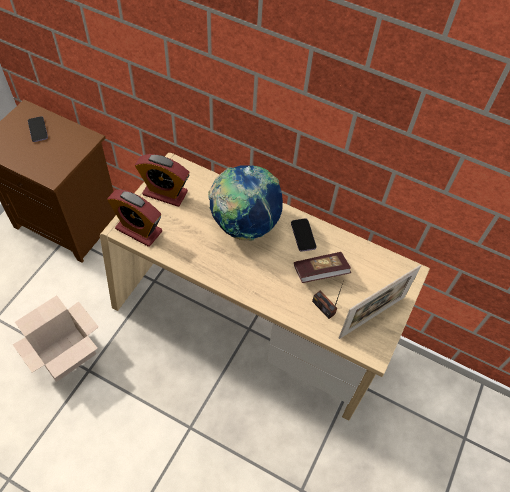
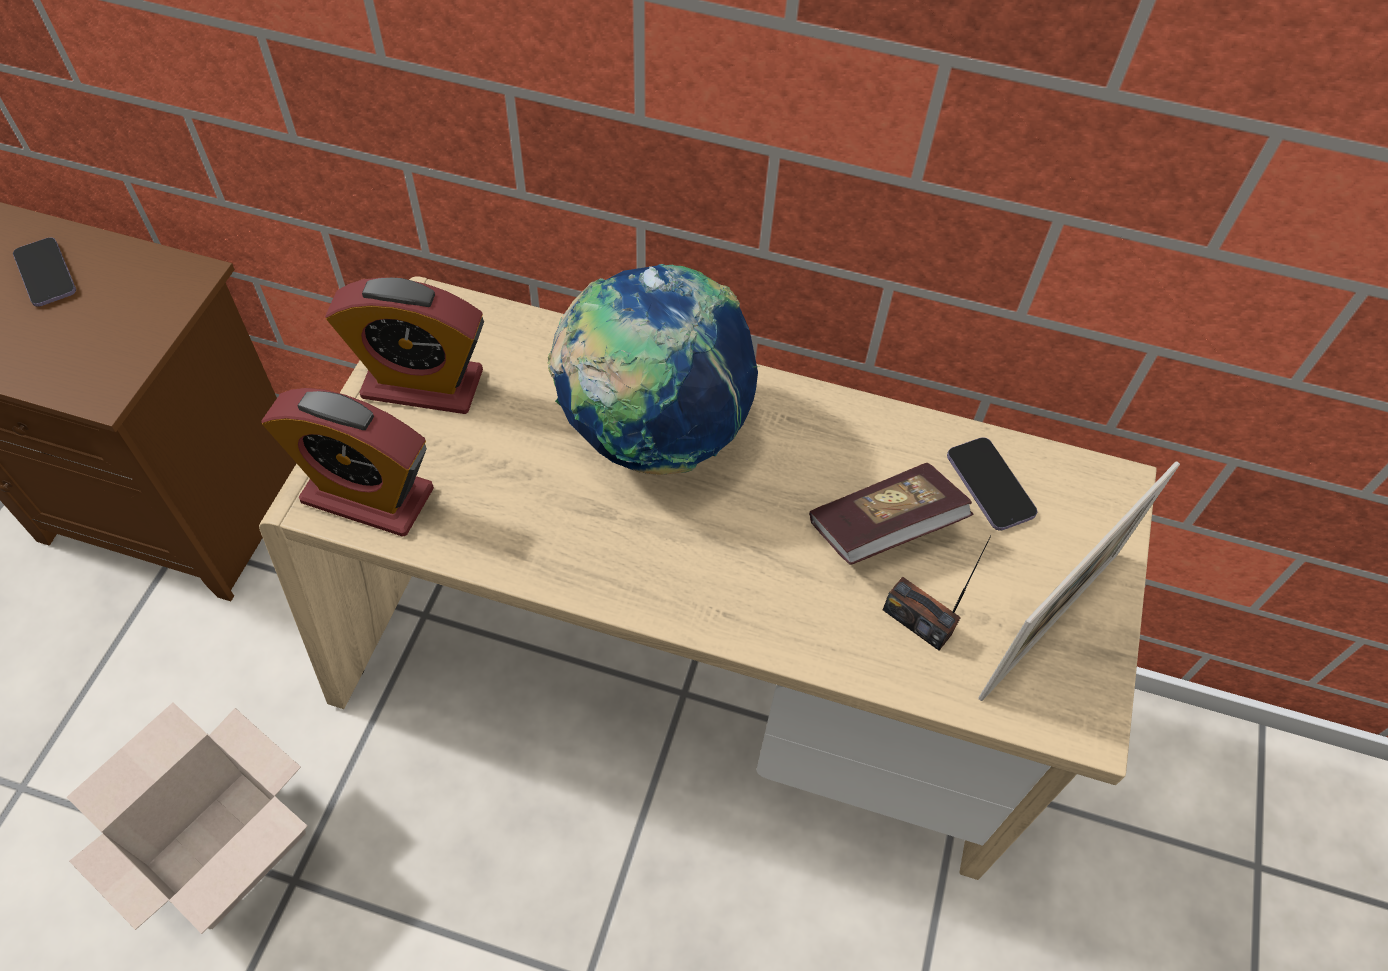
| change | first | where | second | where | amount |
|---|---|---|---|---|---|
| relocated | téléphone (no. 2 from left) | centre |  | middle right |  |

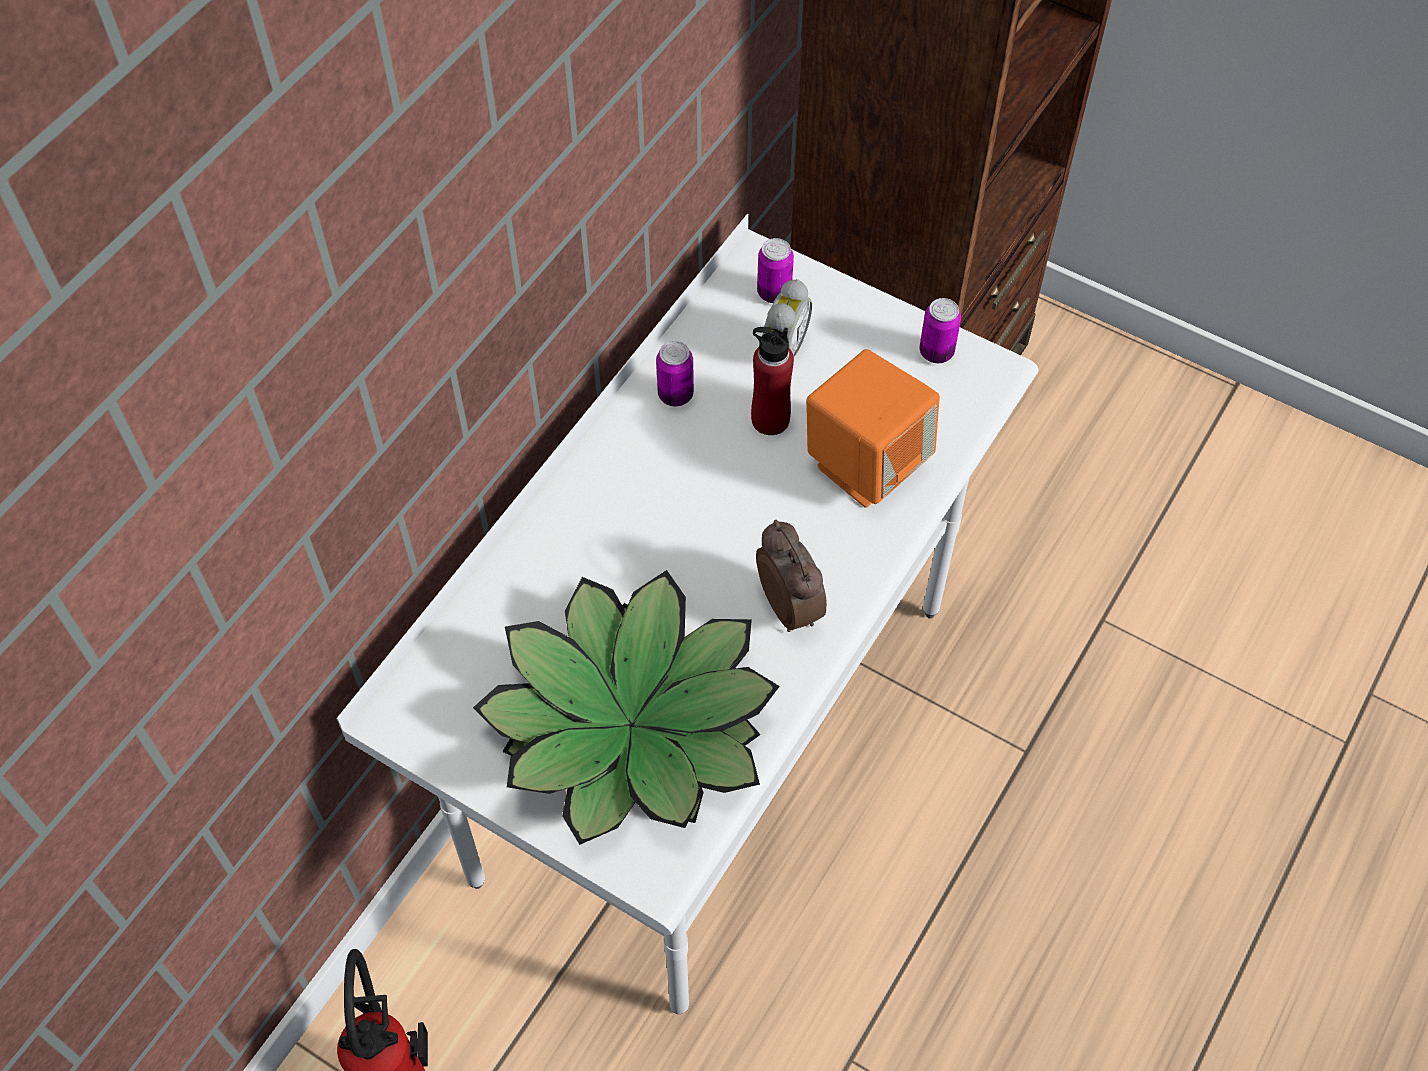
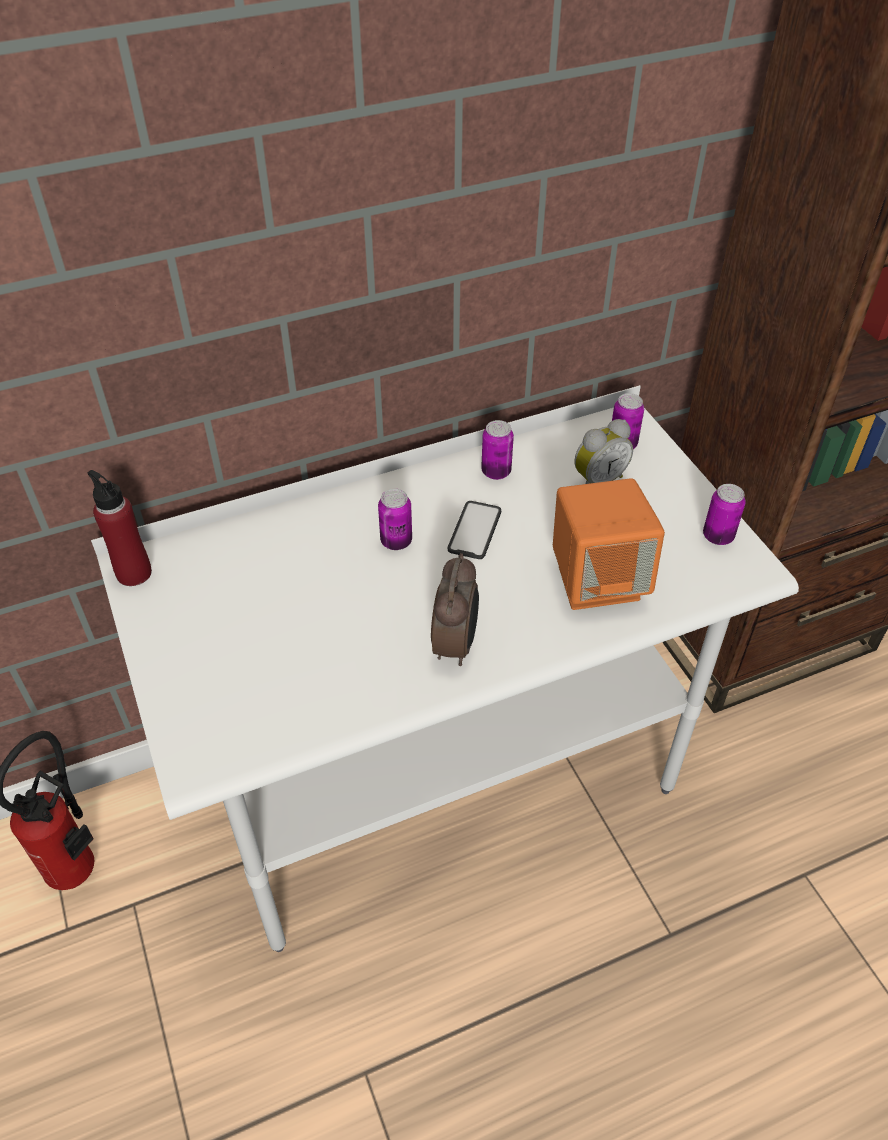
| change | first | where | second | where | amount |
|---|---|---|---|---|---|
| missing | plante en pot | centre |  |  |  |
| appeared |  |  | boîte métallique (no. 1 from left) | centre |  |
| appeared |  |  | téléphone | centre |  |
| relocated | bouteille (rouge) | centre |  | middle left |  |

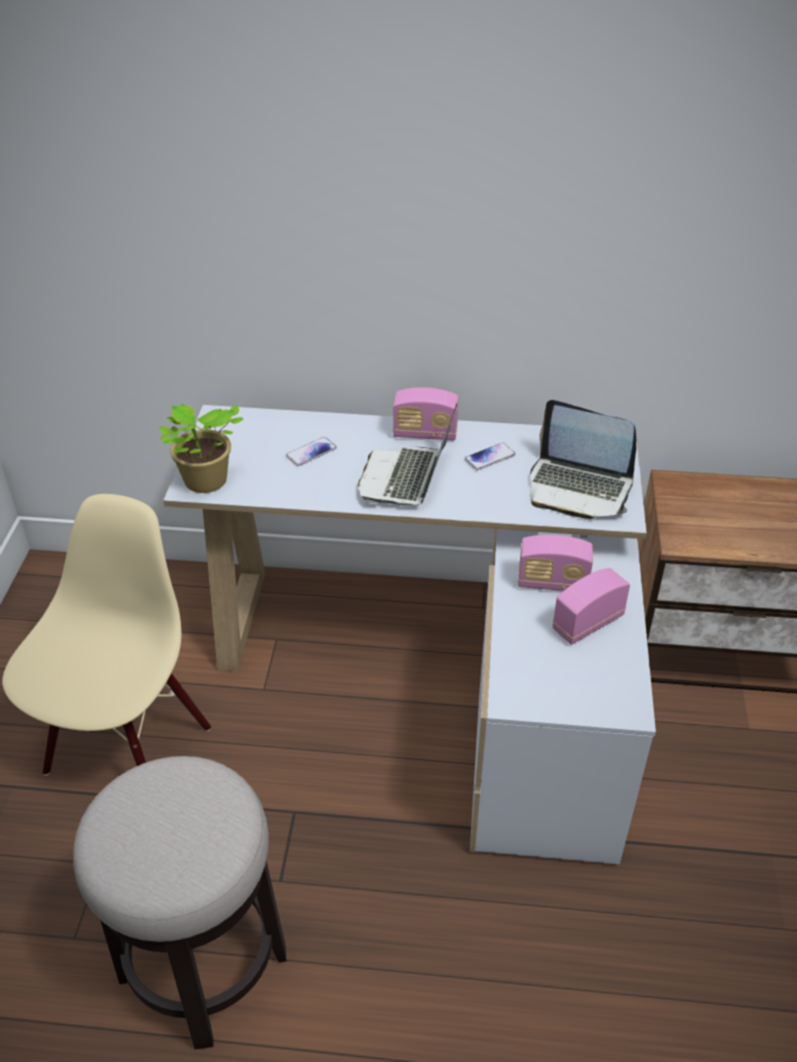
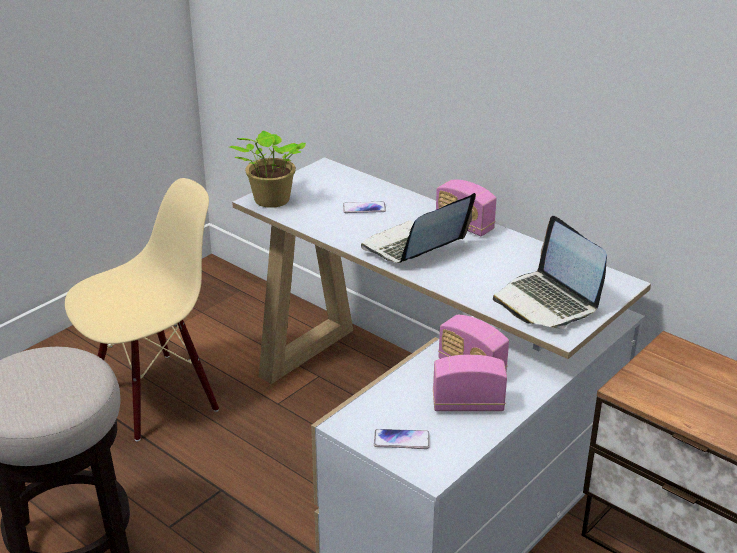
| change | first | where | second | where | amount |
|---|---|---|---|---|---|
| relocated | téléphone (no. 2 from left) | centre |  | bottom centre |  |

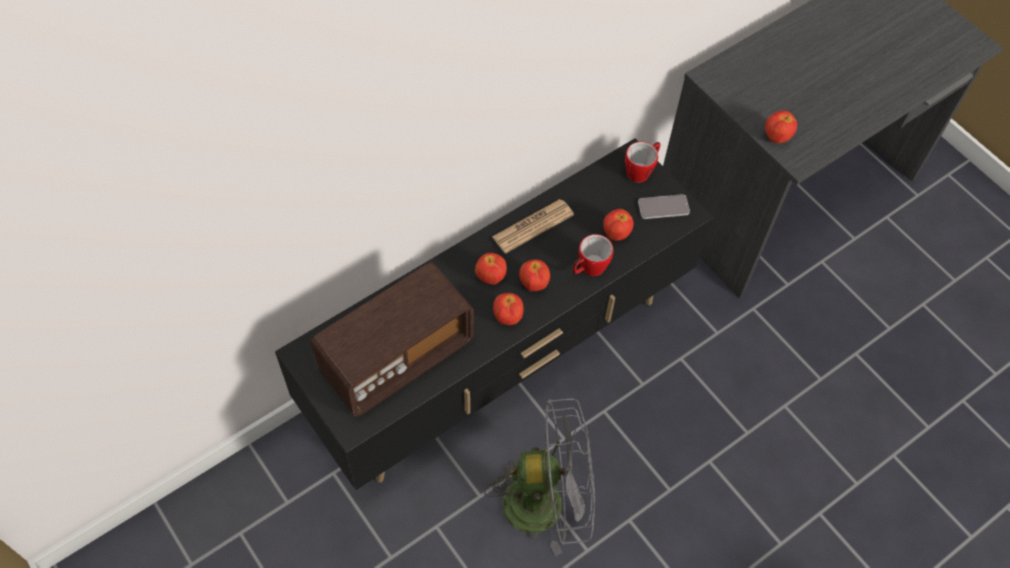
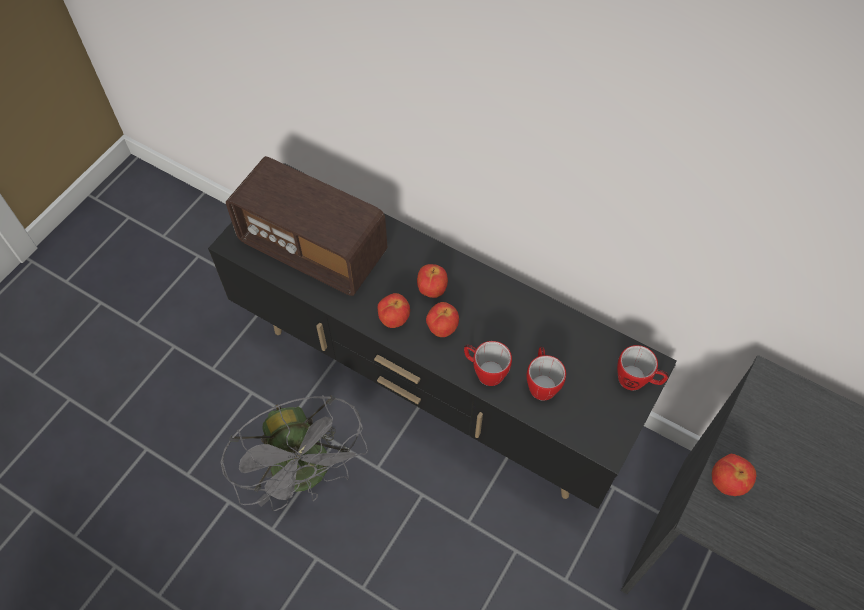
| change | first | where | second | where | amount |
|---|---|---|---|---|---|
| missing | journal | centre |  |  |  |
| missing | téléphone | centre |  |  |  |
| exchanged | pomme (no. 4 from left) | centre | mug (no. 2 from left) | centre |  |

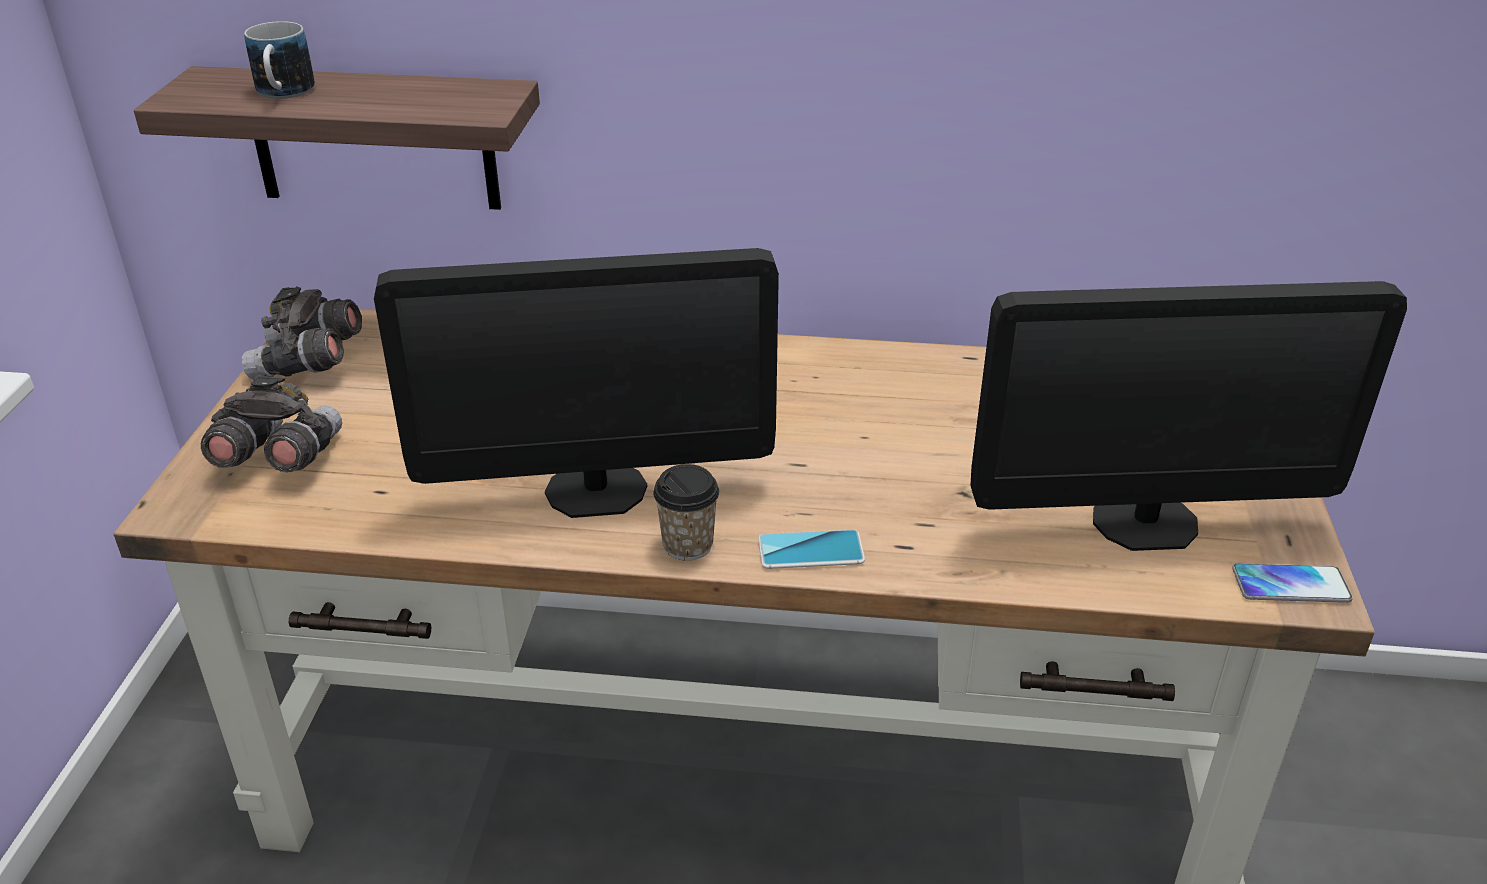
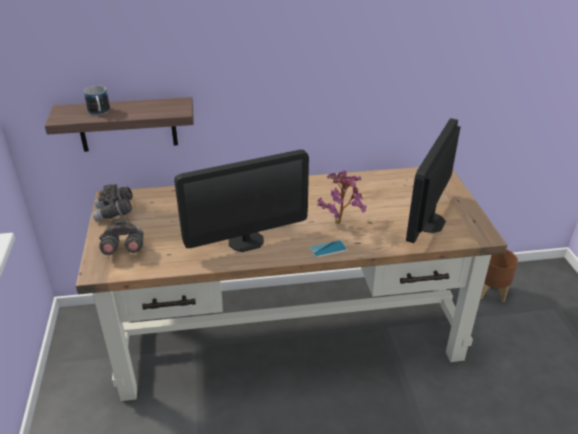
| change | first | where | second | where | amount |
|---|---|---|---|---|---|
| missing | tasse | centre |  |  |  |
| missing | téléphone (no. 2 from left) | middle right |  |  |  |
| appeared |  |  | plante en pot | centre |  |
| appeared |  |  | cache-pot (marron) | middle right |  |
| spun | écran d'ordinateur (no. 2 from left) | middle right |  | middle right | 135 degrees clockwise |

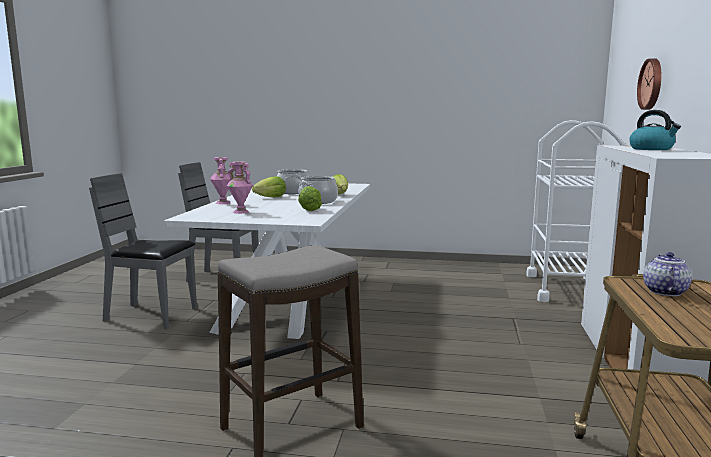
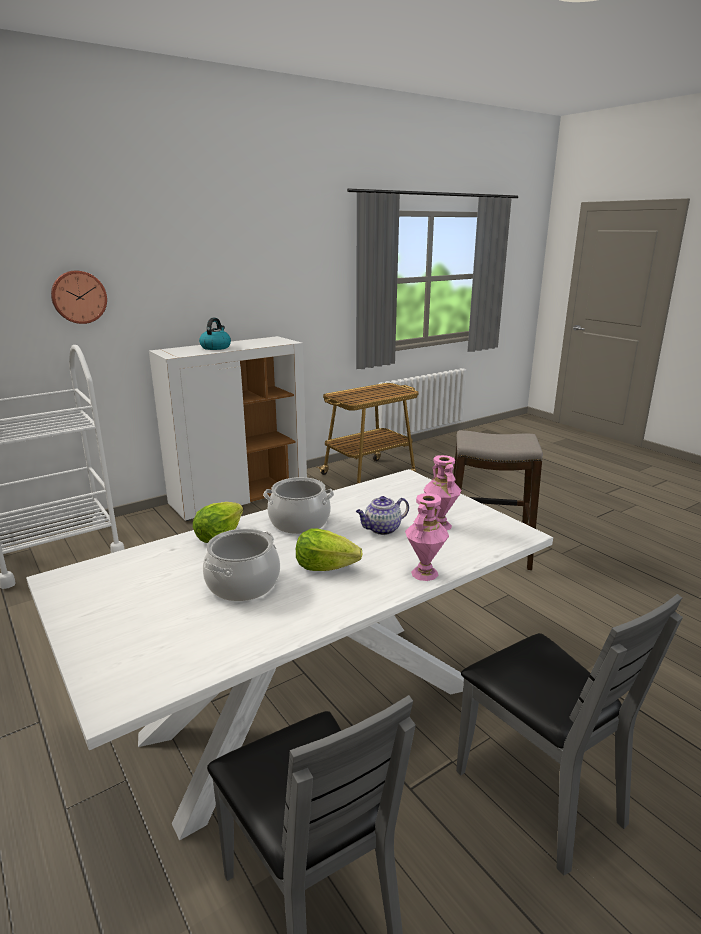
| change | first | where | second | where | amount |
|---|---|---|---|---|---|
| missing | laitue (no. 2 from left) | centre |  |  |  |
| relocated | théière | middle right |  | centre |  |

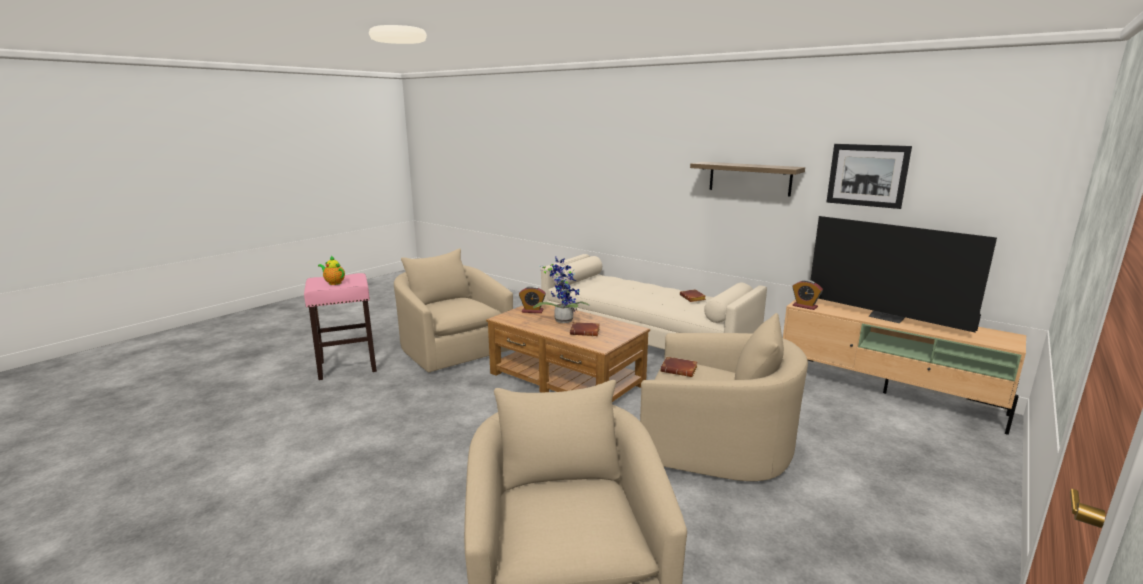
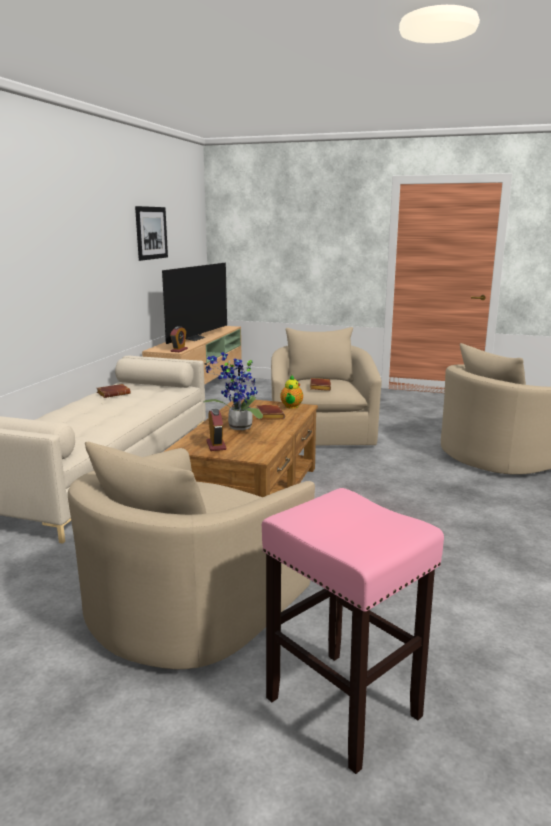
| change | first | where | second | where | amount |
|---|---|---|---|---|---|
| missing | étagère | top centre |  |  |  |
| relocated | théière | middle left |  | centre |  |

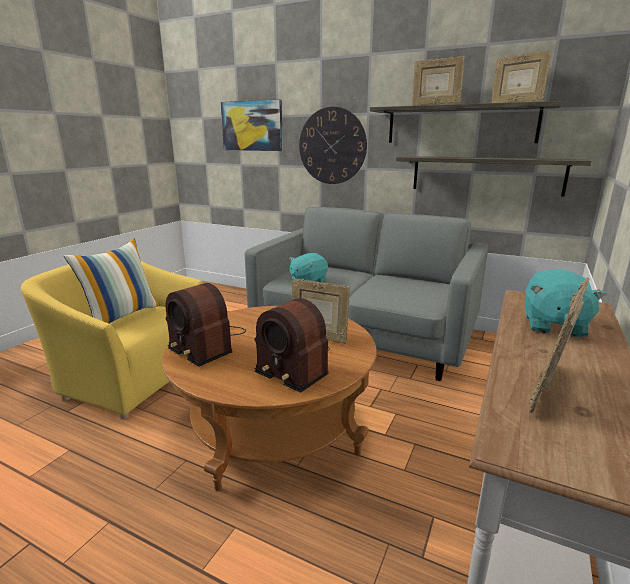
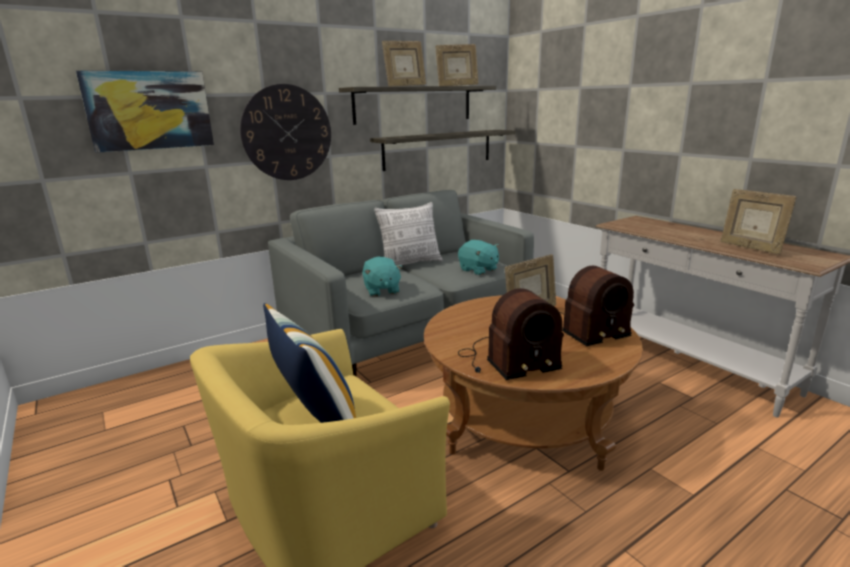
| change | first | where | second | where | amount |
|---|---|---|---|---|---|
| appeared |  |  | coussin (no. 2 from left) | centre |  |
| relocated | peluche (turquoise) (no. 2 from left) | middle right |  | centre |  |

